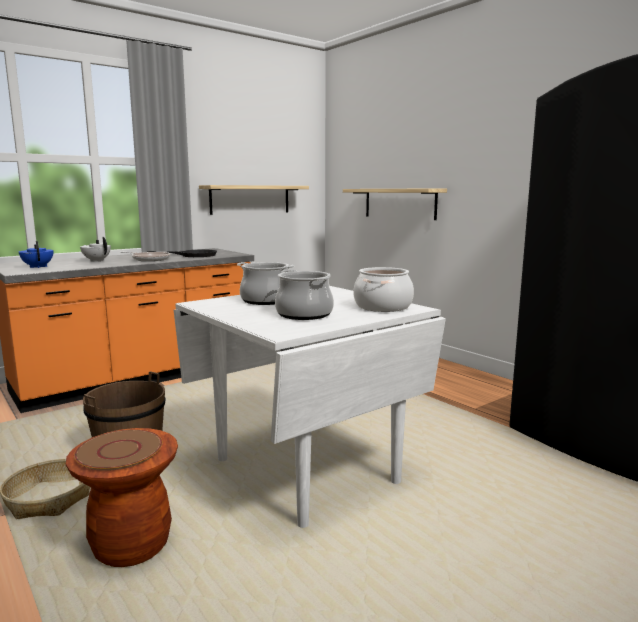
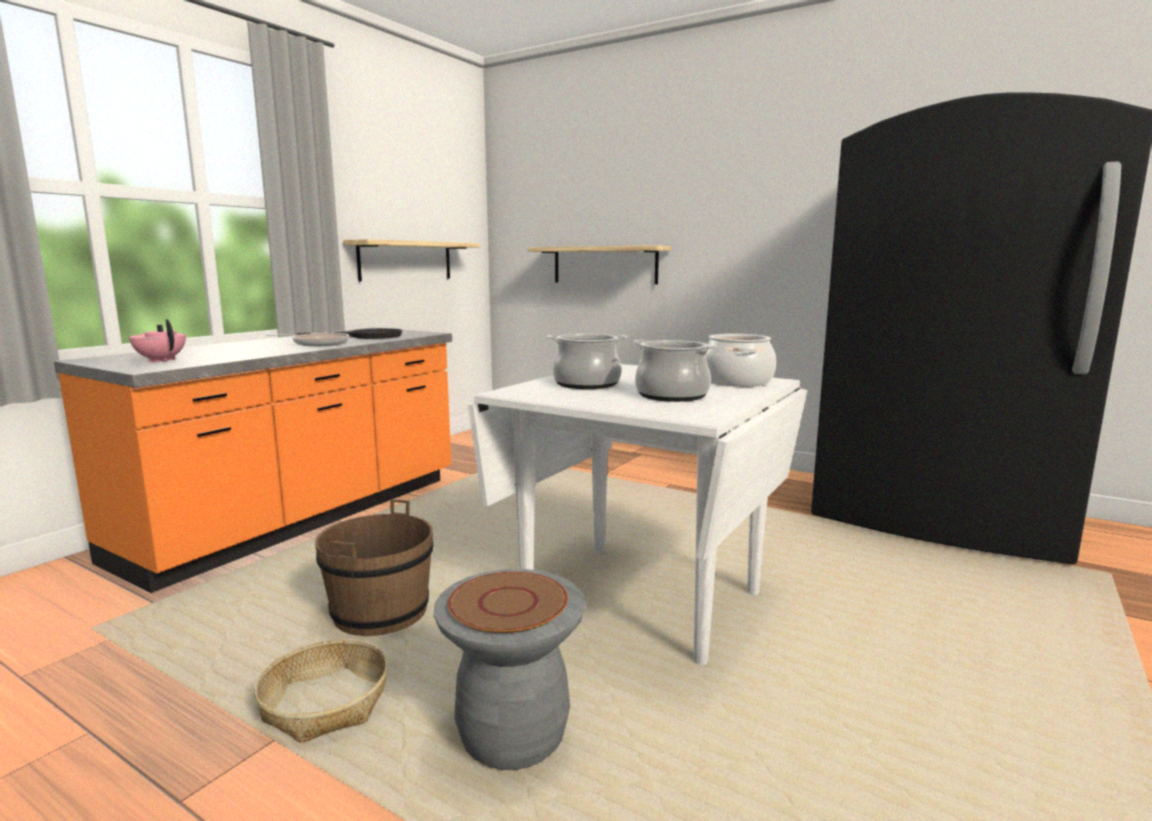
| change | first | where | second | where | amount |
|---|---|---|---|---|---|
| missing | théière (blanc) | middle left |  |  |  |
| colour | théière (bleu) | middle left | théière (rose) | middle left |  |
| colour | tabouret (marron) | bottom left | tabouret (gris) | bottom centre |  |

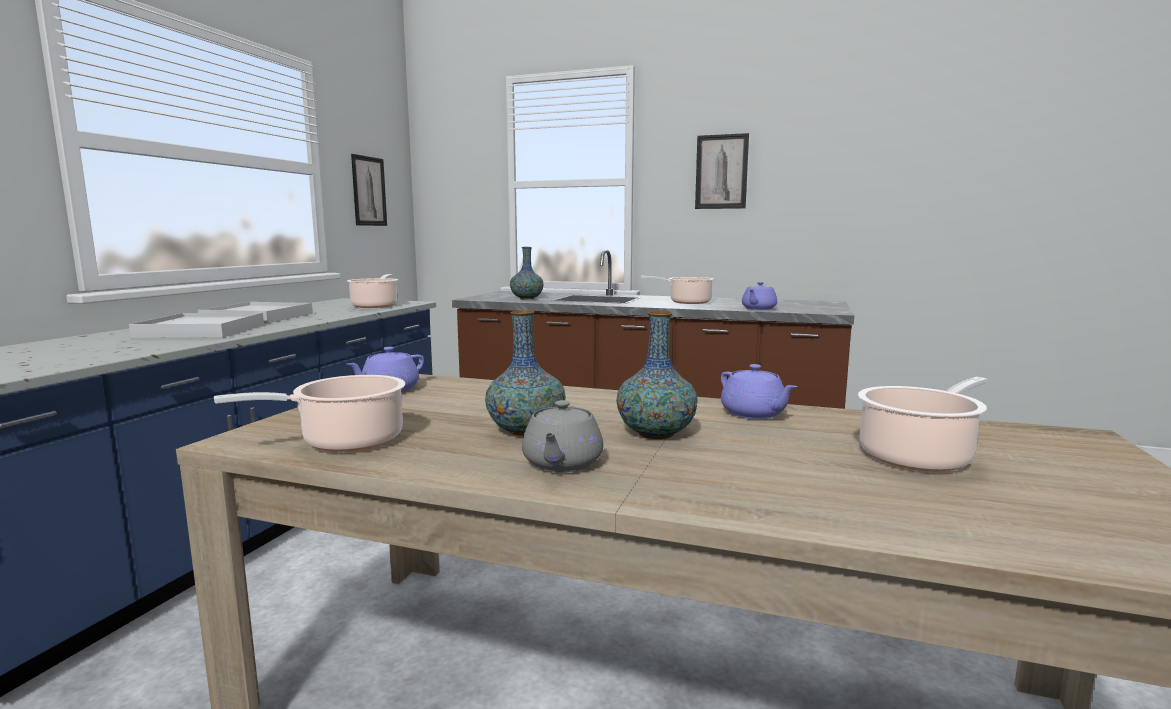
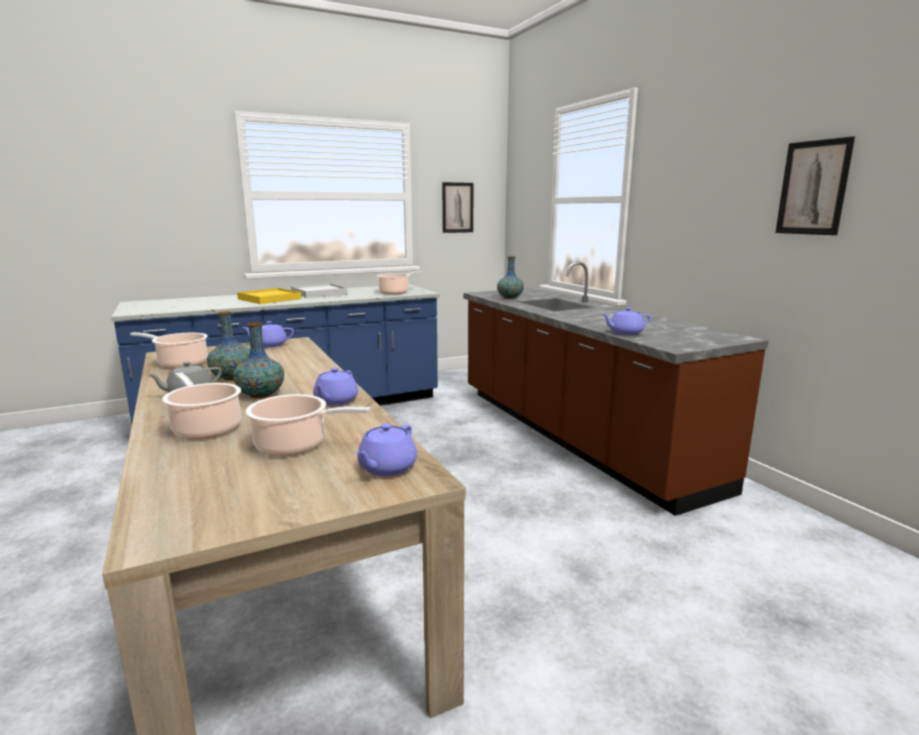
| change | first | where | second | where | amount |
|---|---|---|---|---|---|
| appeared |  |  | théière (violet) (no. 3 from left) | centre |  |
| relocated | marmite (no. 3 from left in the first image) | centre | marmite (no. 2 from left) | middle left |  |
| relocated | tableau (no. 2 from left) | top centre |  | top right |  |
| colour | plateau (blanc) (no. 1 from left) | middle left | plateau (jaune) | middle left |  |

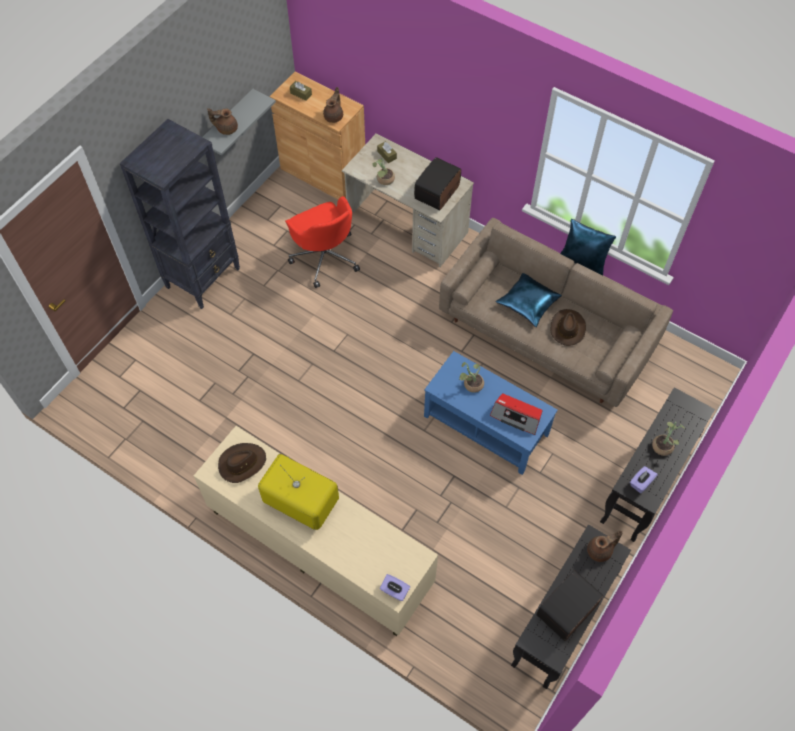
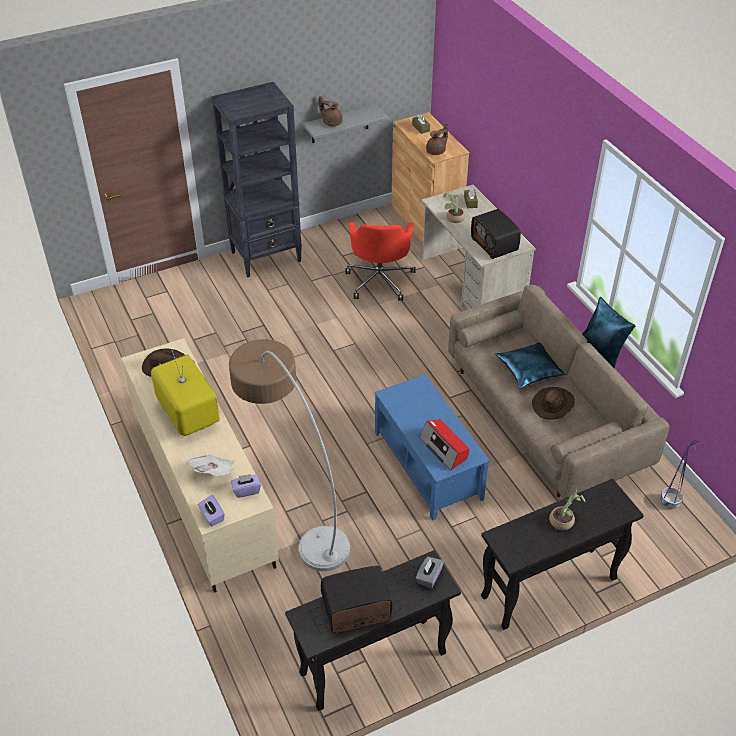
| change | first | where | second | where | amount |
|---|---|---|---|---|---|
| missing | plante en pot (no. 2 from left) | centre |  |  |  |
| appeared |  |  | journal | middle left |  |
| appeared |  |  | lampadaire | centre |  |
| appeared |  |  | cache-pot (violet) | middle right |  |
| relocated | boîte à mouchoirs (violet) (no. 2 from left) | middle right |  | centre |  |
| exchanged | théière (marron) (no. 3 from left) | bottom right | boîte à mouchoirs (gris) | bottom centre |  |
| spun | radio (no. 1 from left in the first image) | top centre | radio (no. 3 from left) | top right | 90 degrees counterclockwise |

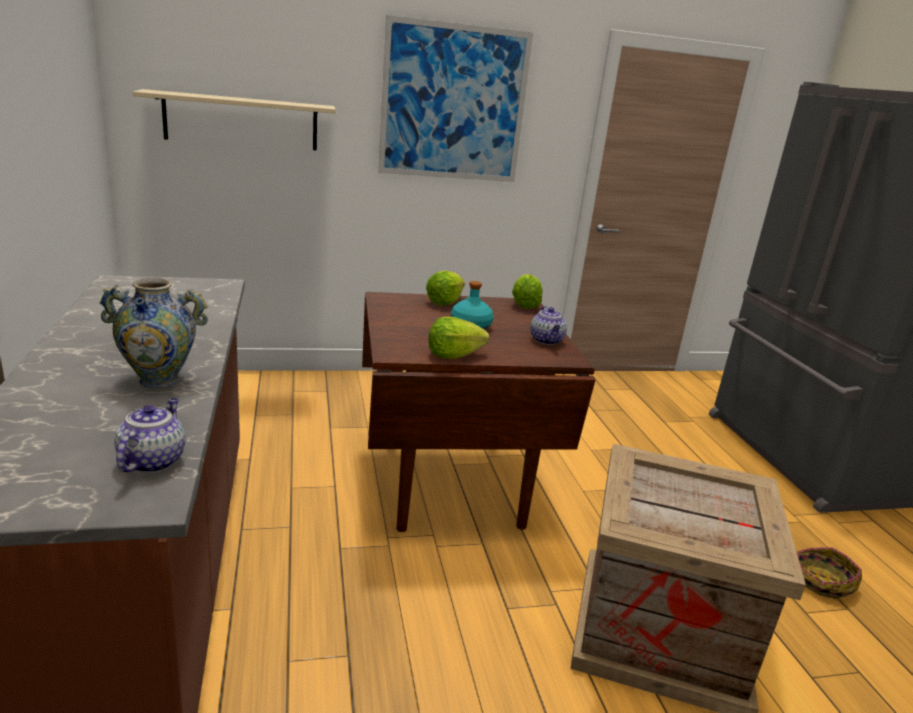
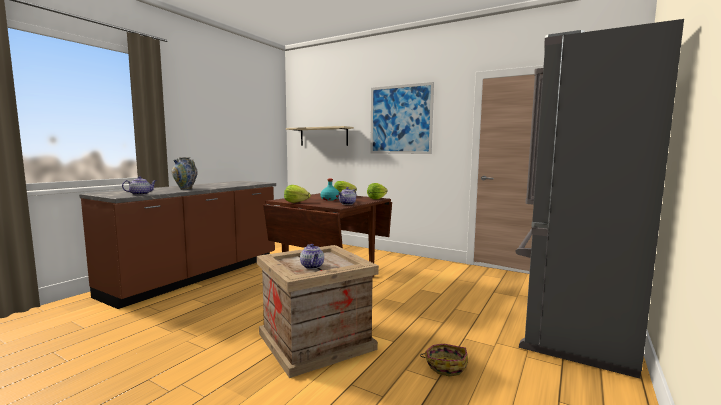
| change | first | where | second | where | amount |
|---|---|---|---|---|---|
| appeared |  |  | théière (no. 2 from left) | centre |  |

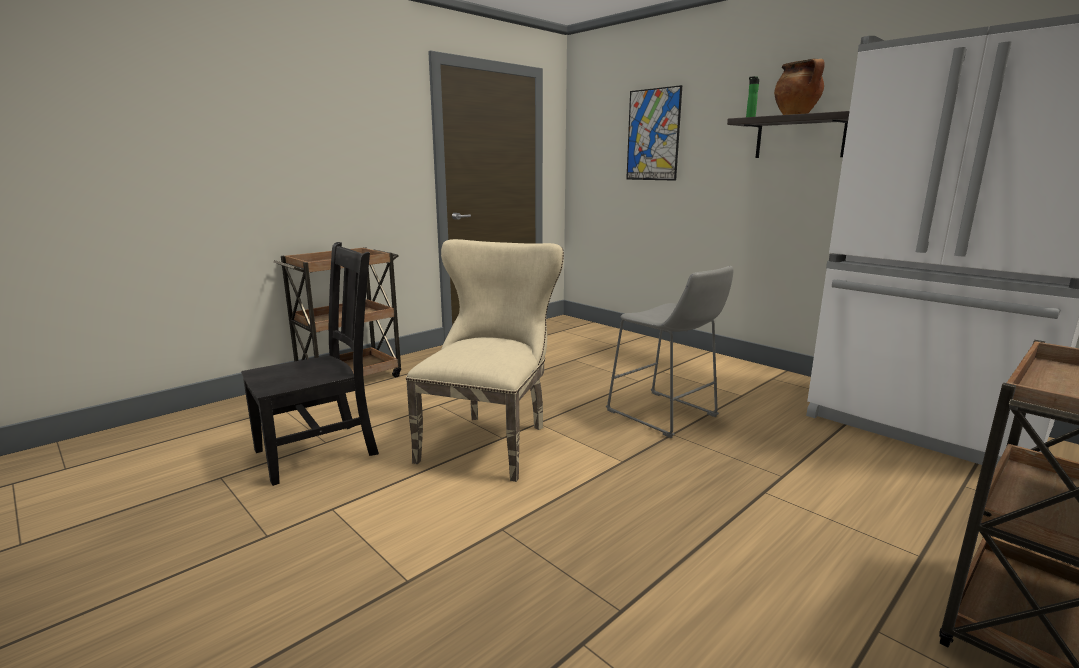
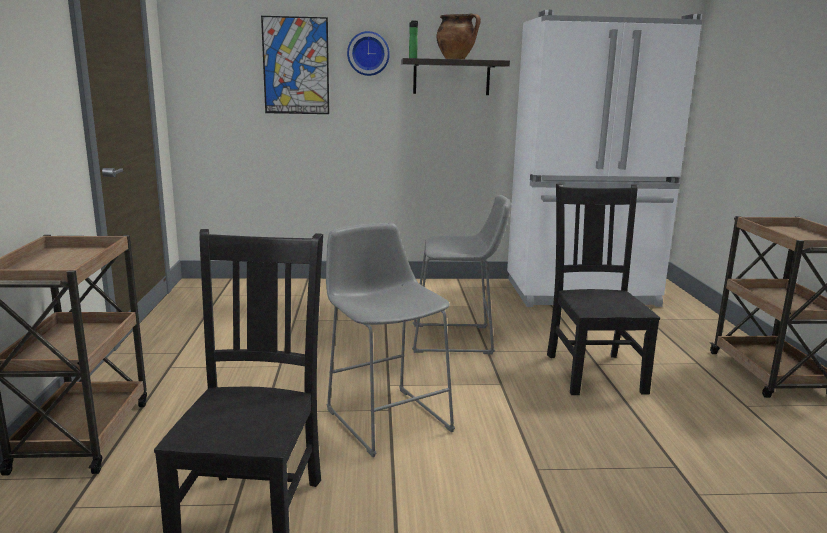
| change | first | where | second | where | amount |
|---|---|---|---|---|---|
| appeared |  |  | horloge murale | top centre |  |
| appeared |  |  | chaise (noir) (no. 2 from left) | middle right |  |
| exchanged | chaise (beige) | centre | tabouret (gris) (no. 1 from left) | centre |  |

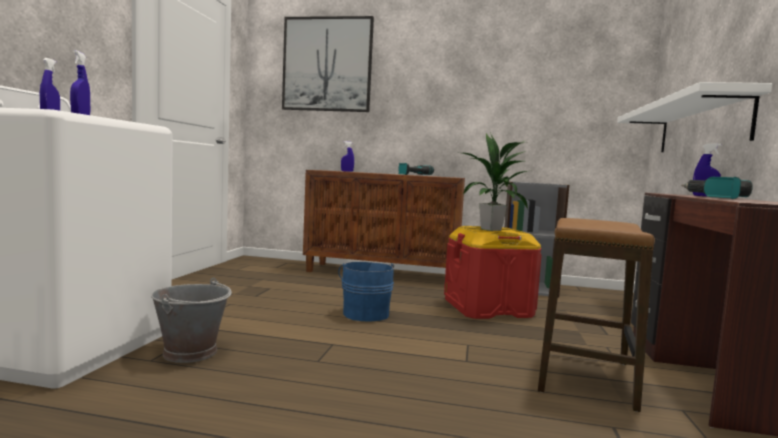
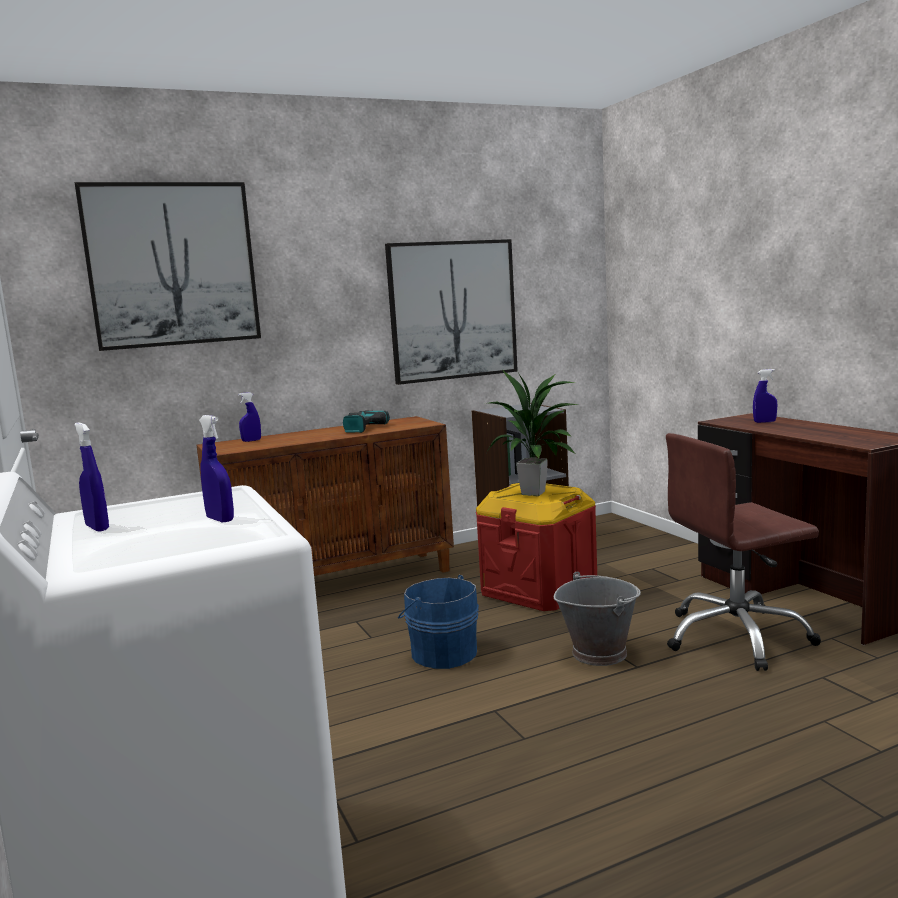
| change | first | where | second | where | amount |
|---|---|---|---|---|---|
| missing | étagère (blanc) | top right |  |  |  |
| missing | perceuse (no. 2 from left) | middle right |  |  |  |
| appeared |  |  | tableau (no. 2 from left) | centre |  |
| relocated | seau (gris) | bottom left |  | bottom centre |  |
| exchanged | tabouret | bottom right | chaise de bureau (marron) | middle right |  |

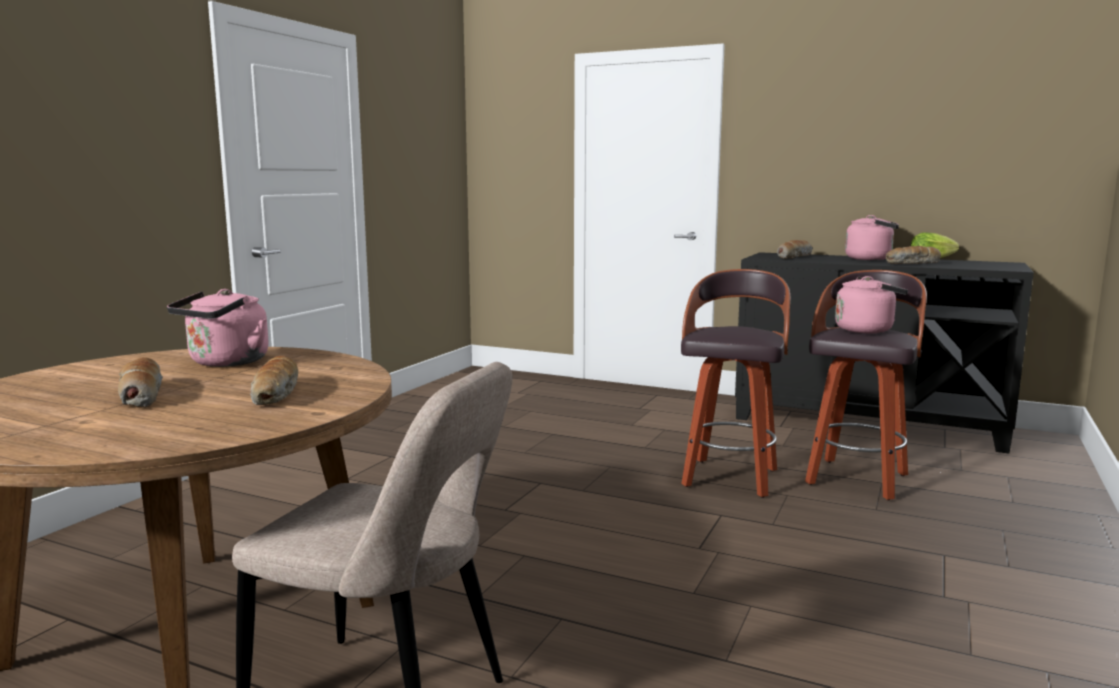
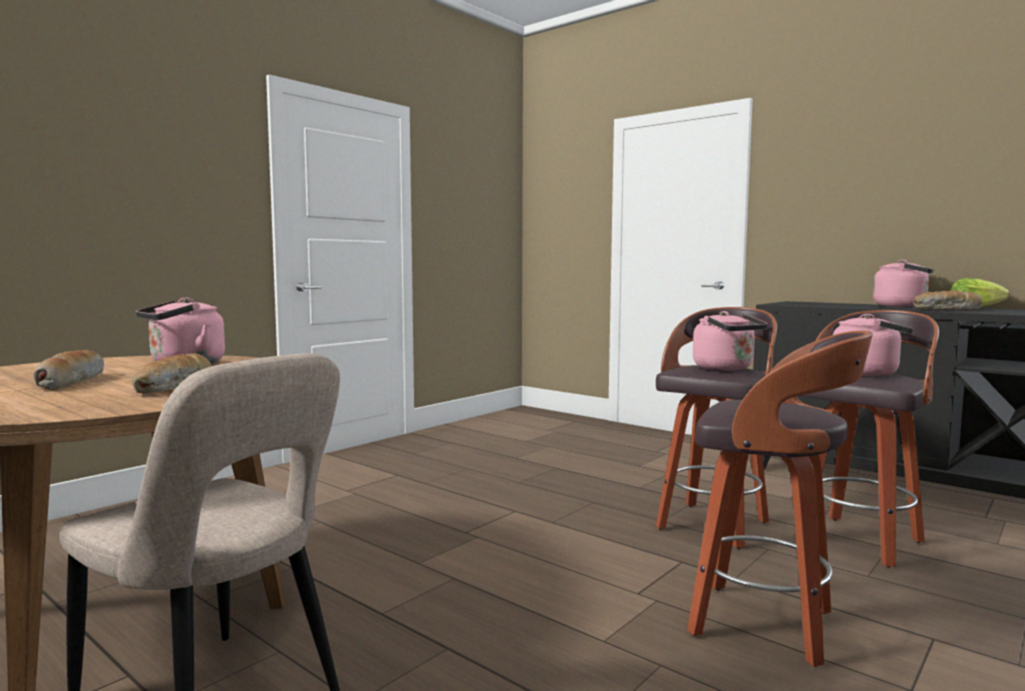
| change | first | where | second | where | amount |
|---|---|---|---|---|---|
| missing | pain (no. 3 from left) | middle right |  |  |  |
| appeared |  |  | tabouret (no. 2 from left) | bottom right |  |
| appeared |  |  | bouilloire (rose) (no. 2 from left) | middle right |  |

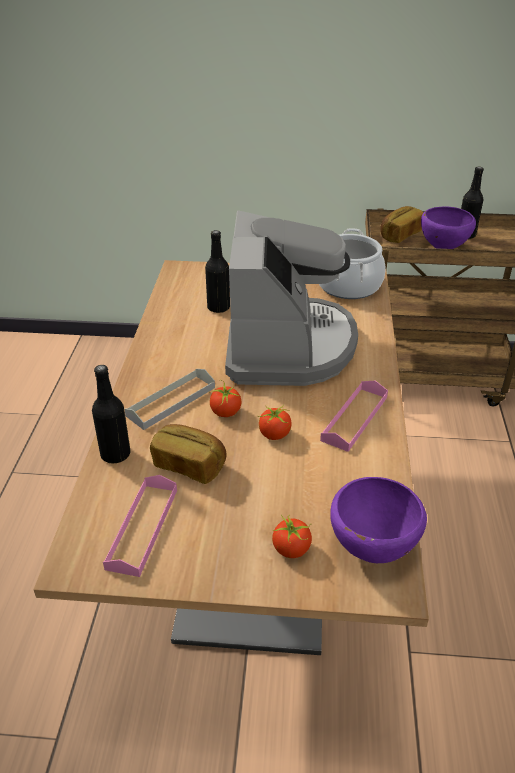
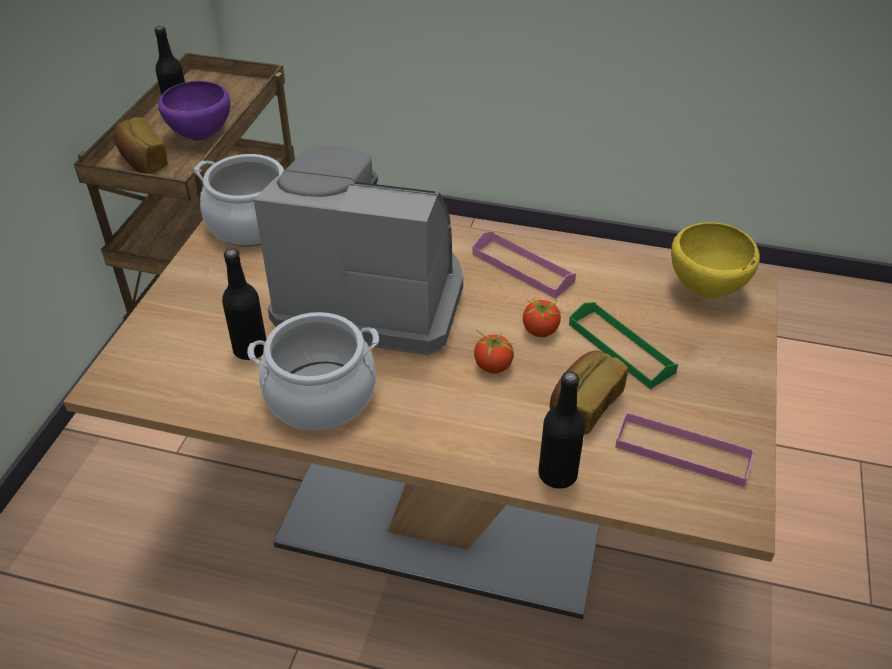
| change | first | where | second | where | amount |
|---|---|---|---|---|---|
| missing | plateau (gris) | middle left |  |  |  |
| missing | tomate (no. 3 from left) | bottom centre |  |  |  |
| appeared |  |  | marmite (no. 2 from left) | centre |  |
| appeared |  |  | plateau (vert) | middle right |  |
| colour | bol (violet) (no. 1 from left) | bottom right | bol (jaune) | middle right |  |

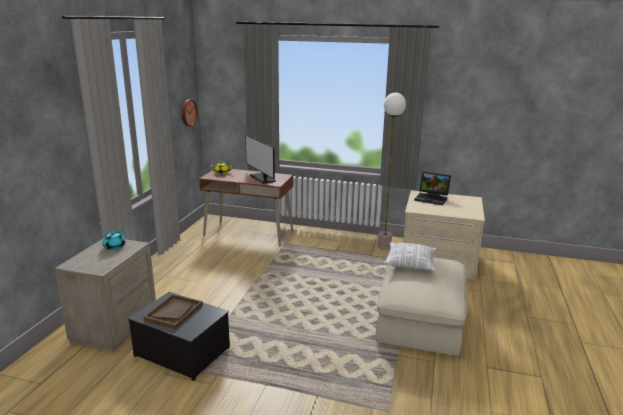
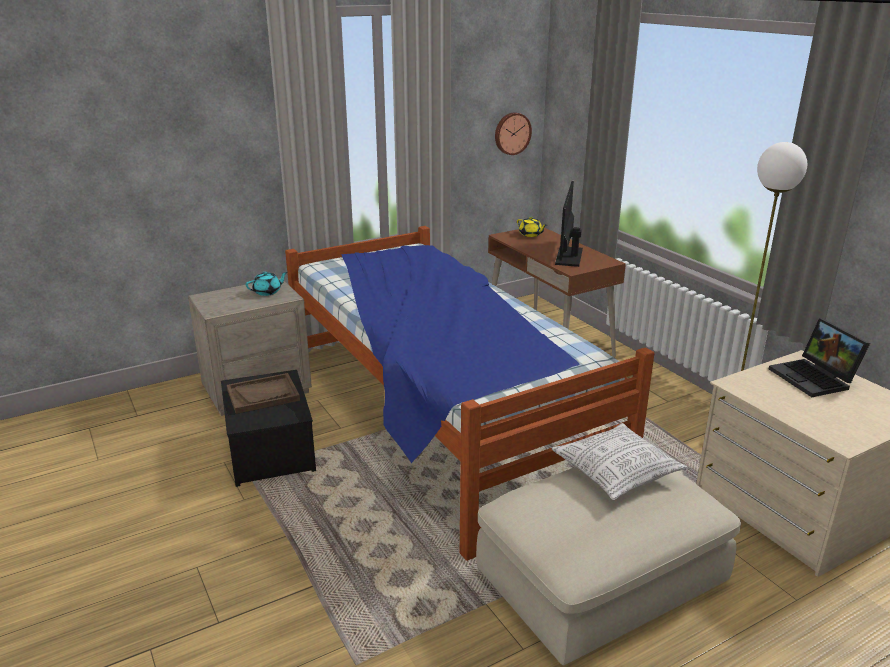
| change | first | where | second | where | amount |
|---|---|---|---|---|---|
| appeared |  |  | lit | centre |  |

